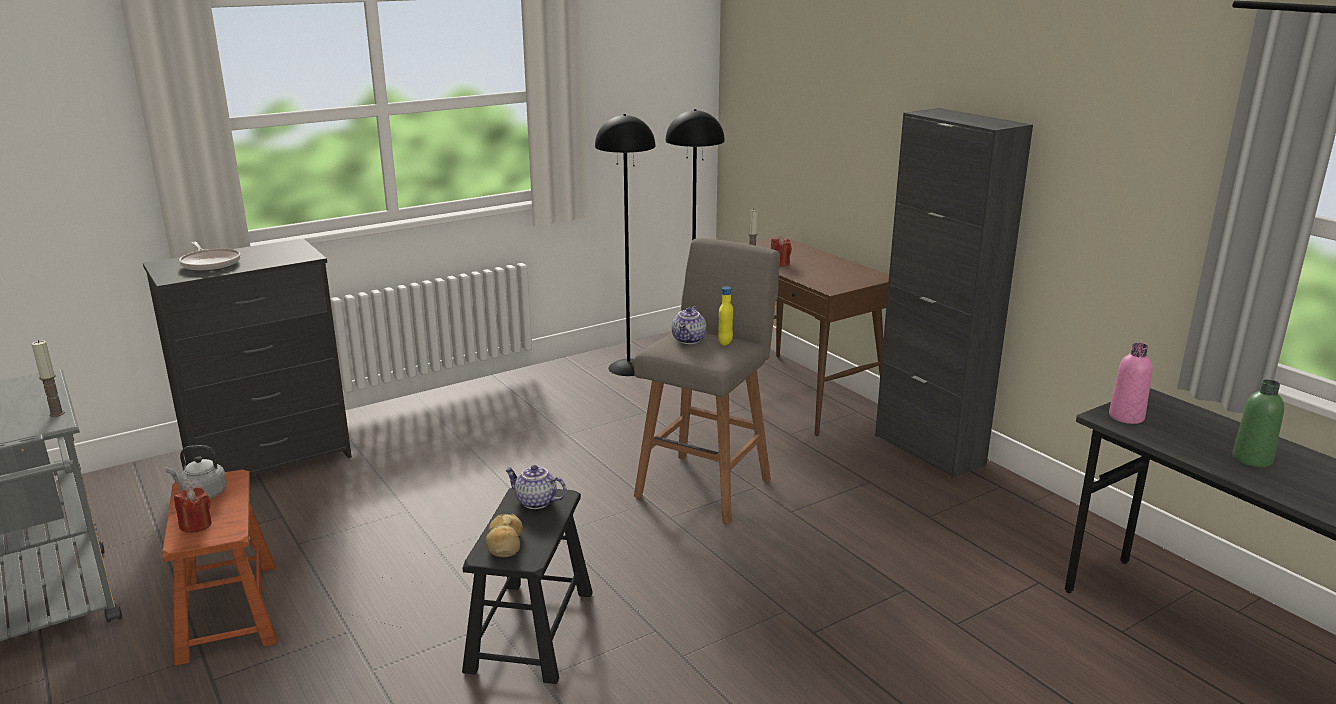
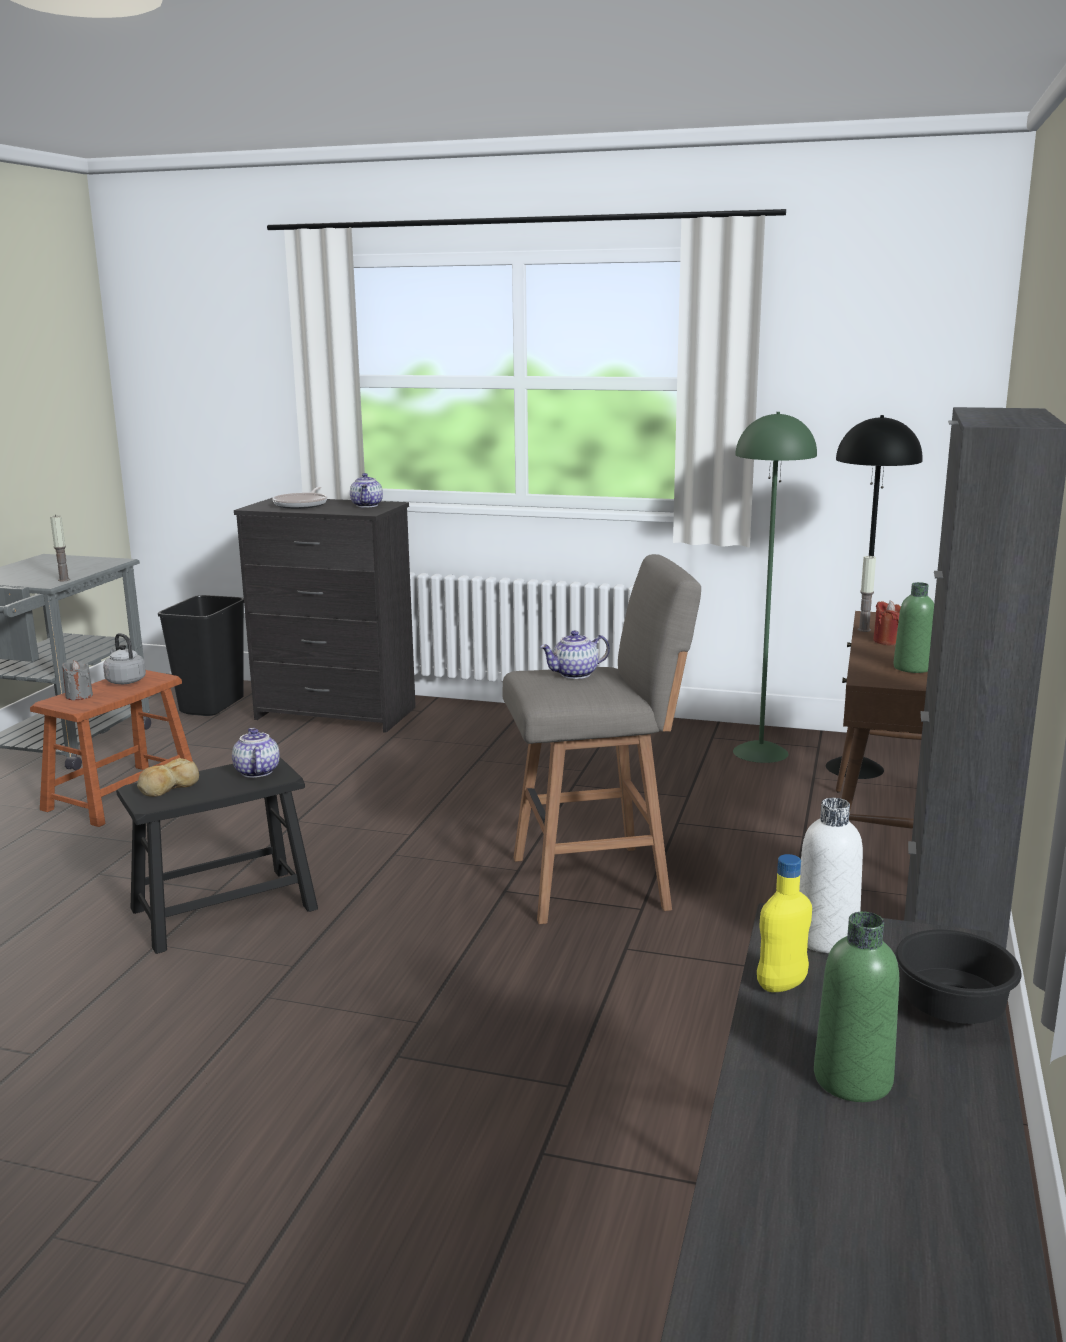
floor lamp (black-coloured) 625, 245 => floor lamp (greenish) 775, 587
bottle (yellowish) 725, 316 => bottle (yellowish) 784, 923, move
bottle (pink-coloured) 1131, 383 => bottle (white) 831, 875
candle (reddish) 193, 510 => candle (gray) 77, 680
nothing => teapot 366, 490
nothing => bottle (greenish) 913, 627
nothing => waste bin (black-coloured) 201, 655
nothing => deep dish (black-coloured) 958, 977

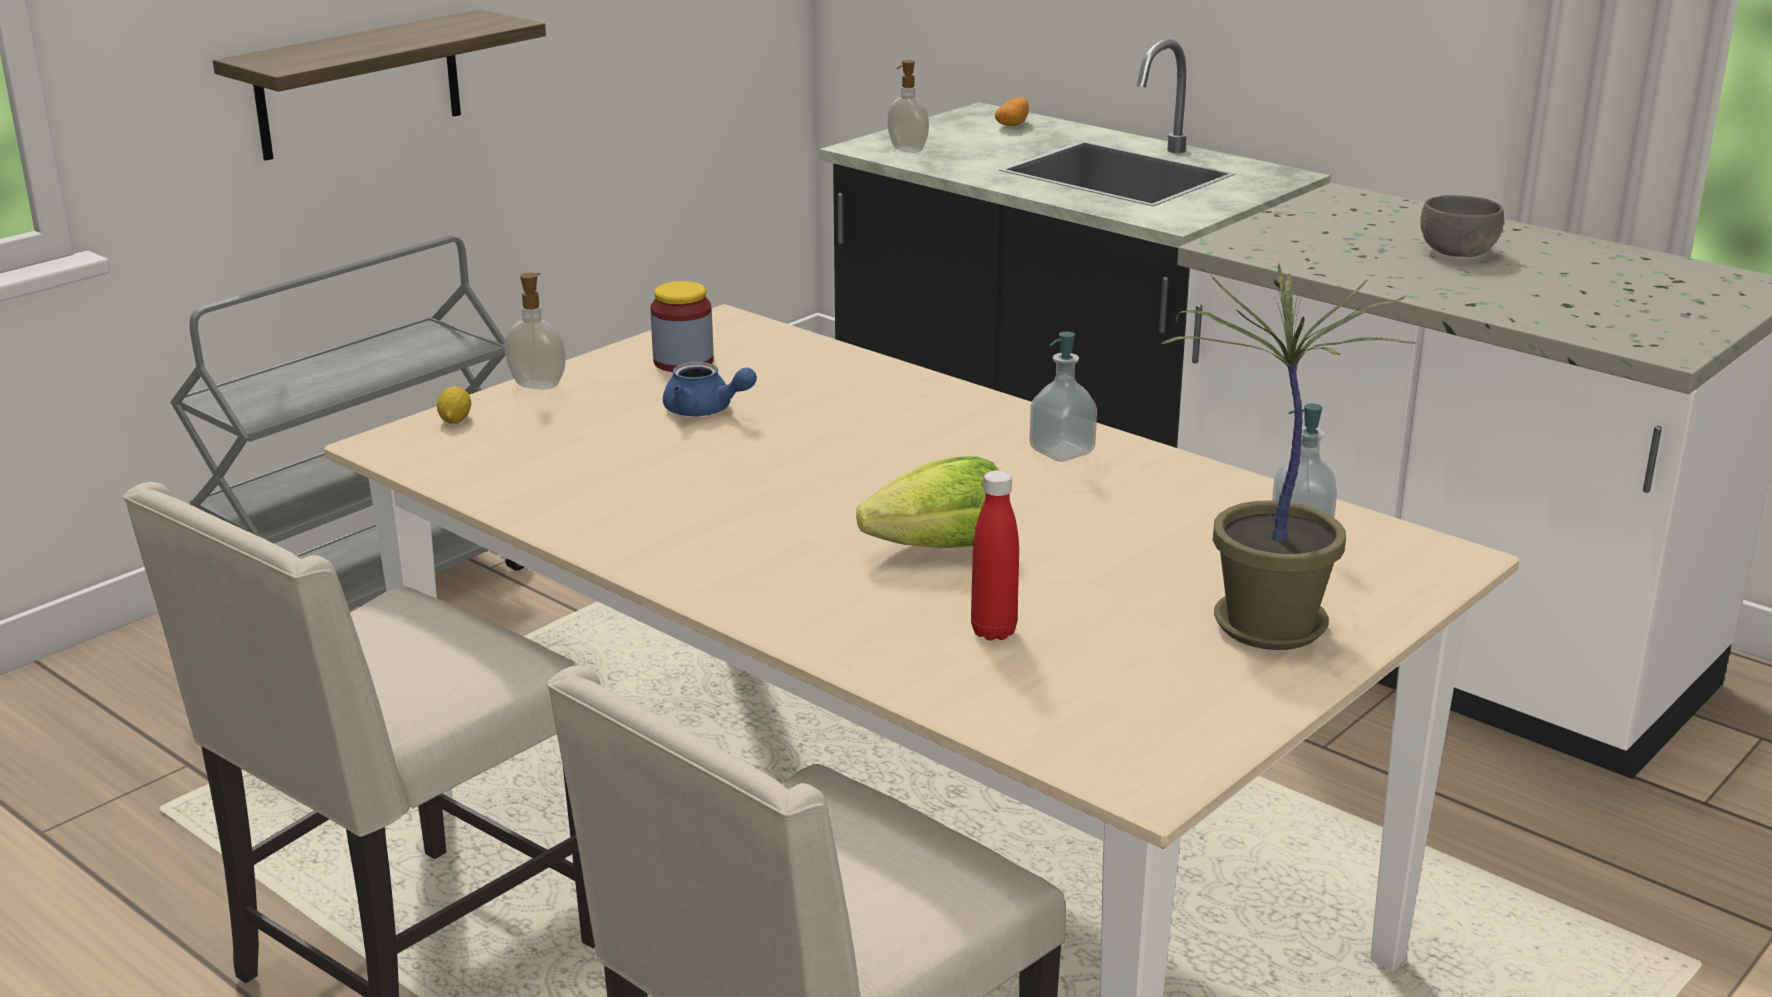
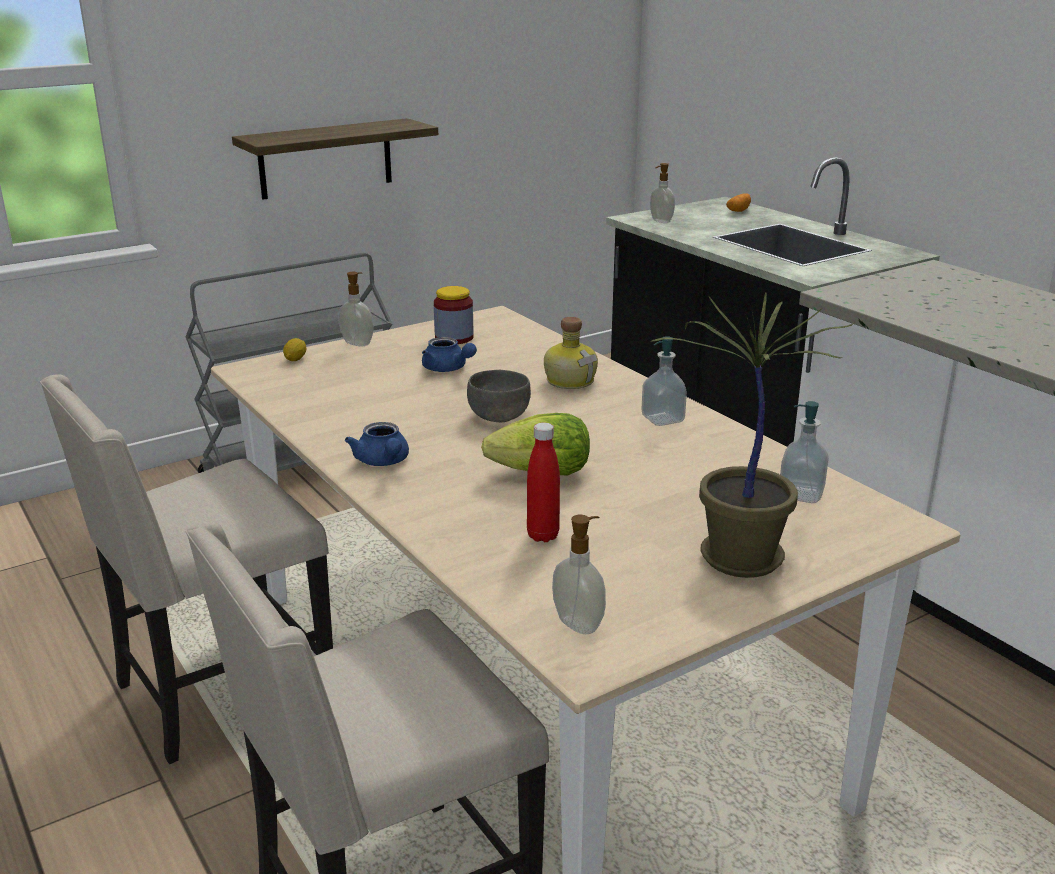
deep dish (gray) 1462, 226 => deep dish (gray) 499, 396, move
nothing => bottle 571, 353
nothing => teapot (blue) 377, 444
nothing => liquid soap bottle 579, 574

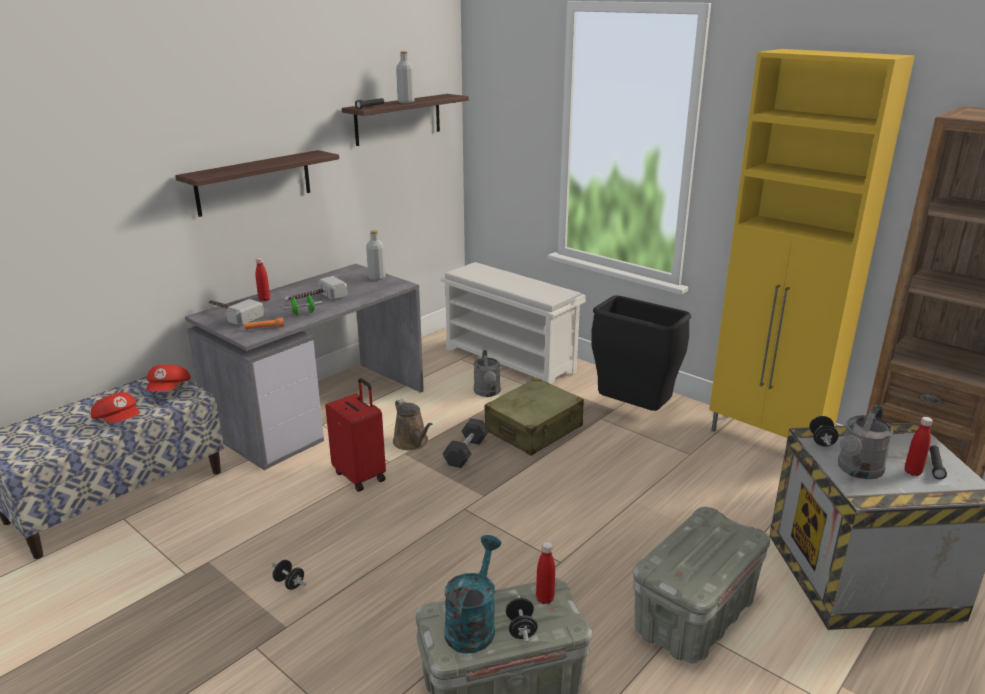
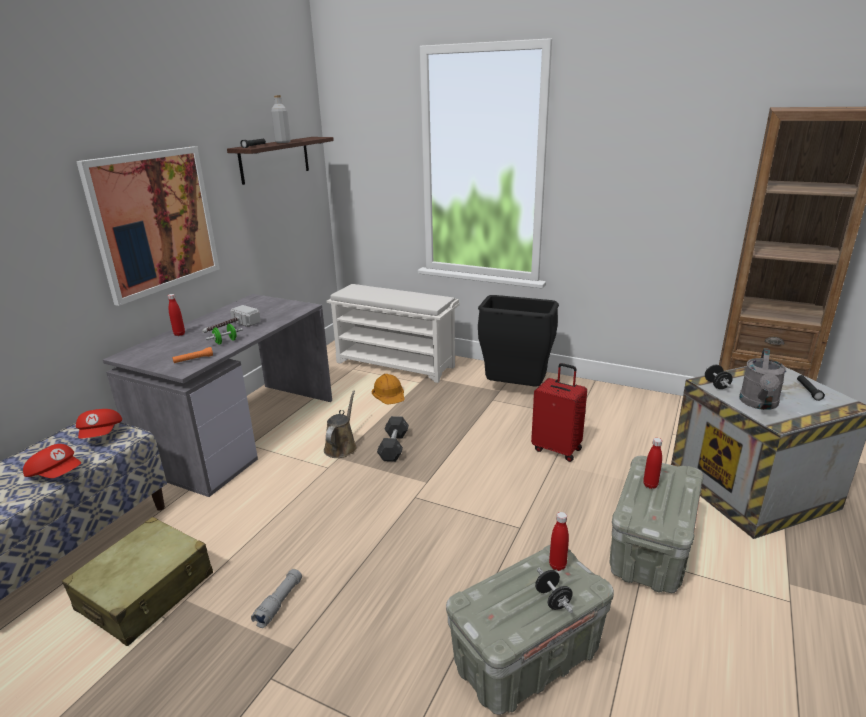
cupboard (yellowish) 812, 243 => nothing
bracket shelf 257, 183 => wall picture 148, 226
bottle (gray) 376, 255 => nothing
hand hammer 235, 312 => nothing
sprinkling can (gray) 487, 373 => work helmet (orange) 388, 389
travel case (reddish) 355, 435 => travel case (reddish) 559, 412, move
travel case (beige) 534, 417 => travel case (beige) 137, 581, move
sprinkling can (brown) 412, 424 => sprinkling can (brown) 340, 424, 120 degrees counterclockwise
bottle (reddish) 919, 446 => bottle (reddish) 652, 463, move
sprinkling can (blue-green) 473, 594 => nothing
free weight (black-coloured) 289, 575 => flashlight (gray) 276, 598

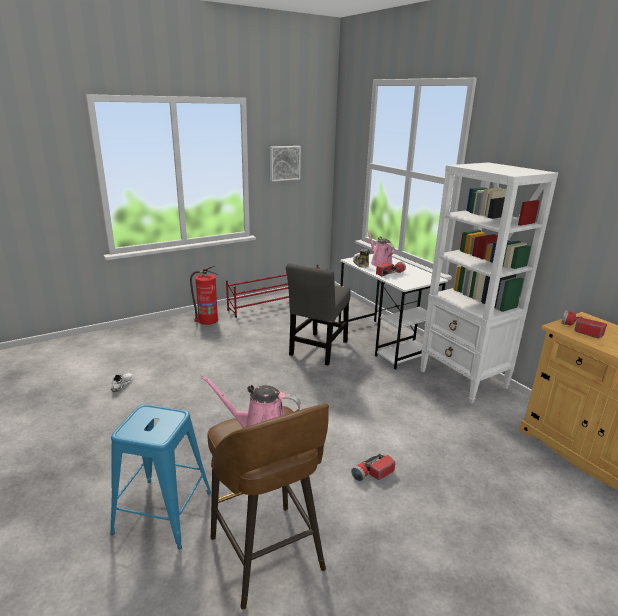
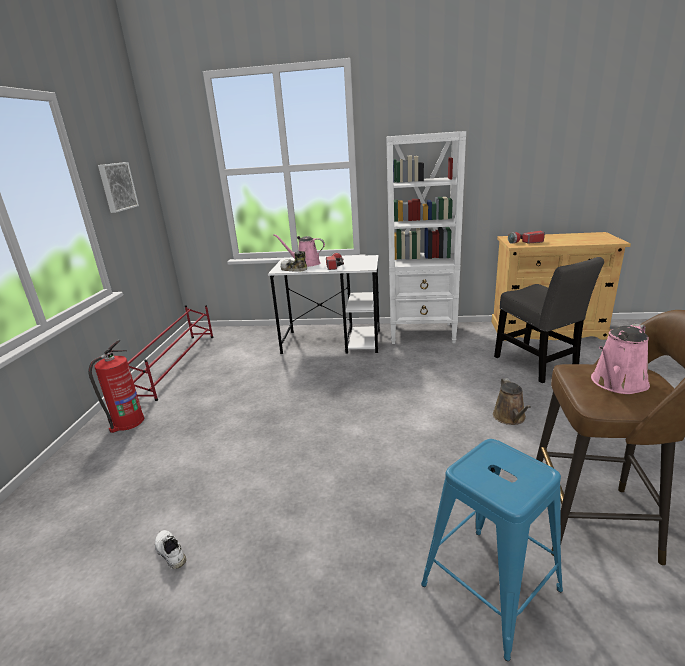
chair (gray) 318, 314 => chair (gray) 549, 320, move
flashlight 373, 467 => sprinkling can (brown) 512, 401

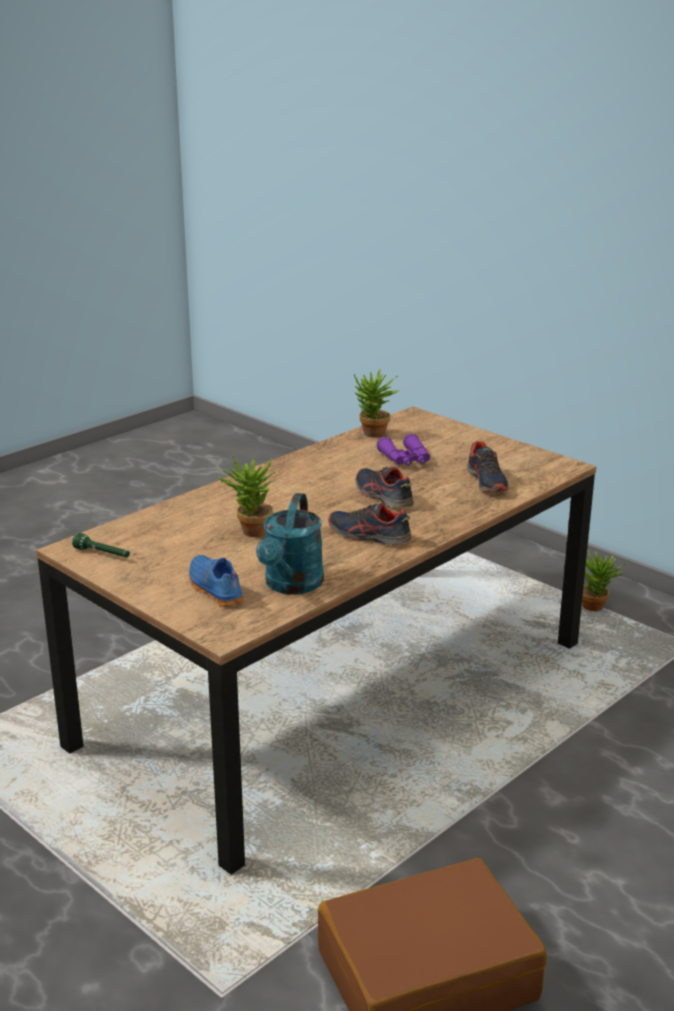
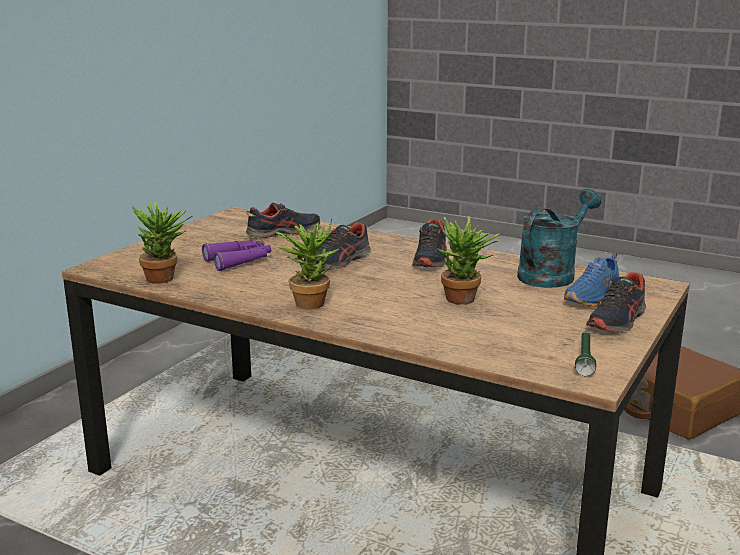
sprinkling can (blue-green) 290, 544 => sprinkling can (blue-green) 559, 238, 45 degrees counterclockwise
plant in a pot 604, 580 => plant in a pot 307, 264, move
nothing => item of footwear 616, 302

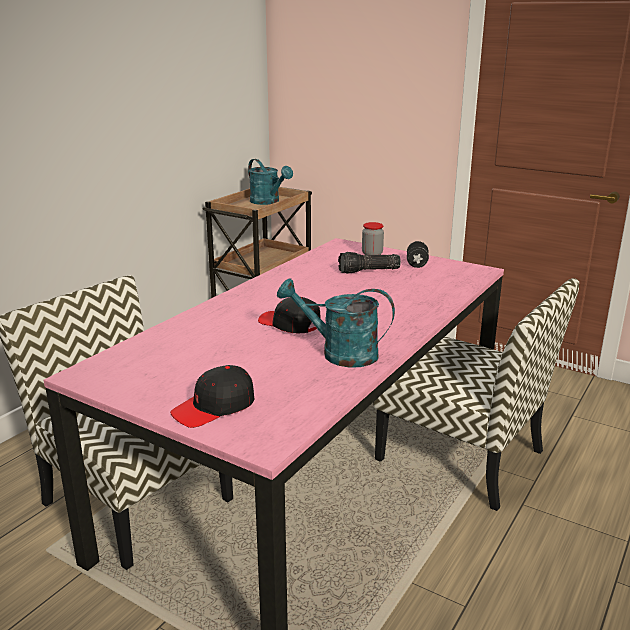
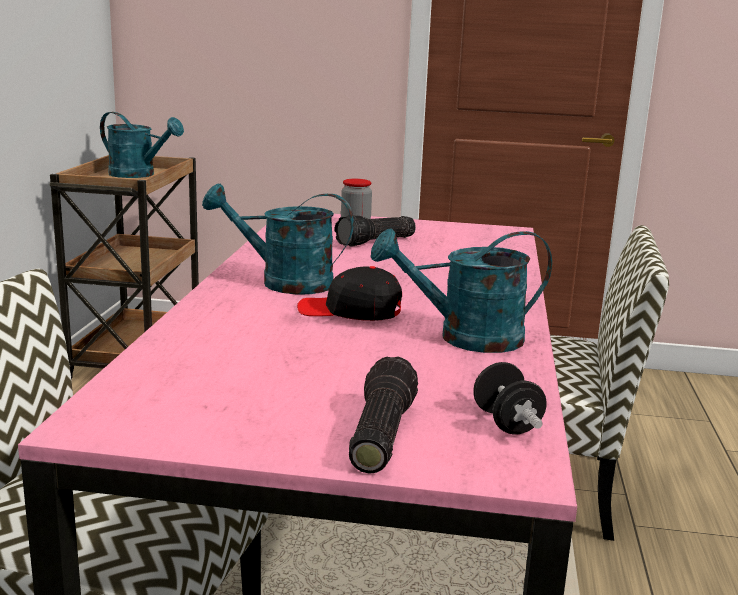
free weight (black-coloured) 418, 254 => free weight (black-coloured) 510, 398, move
baseball cap (black-coloured) 212, 396 => flashlight 383, 415
nothing => sprinkling can (blue-green) 278, 238

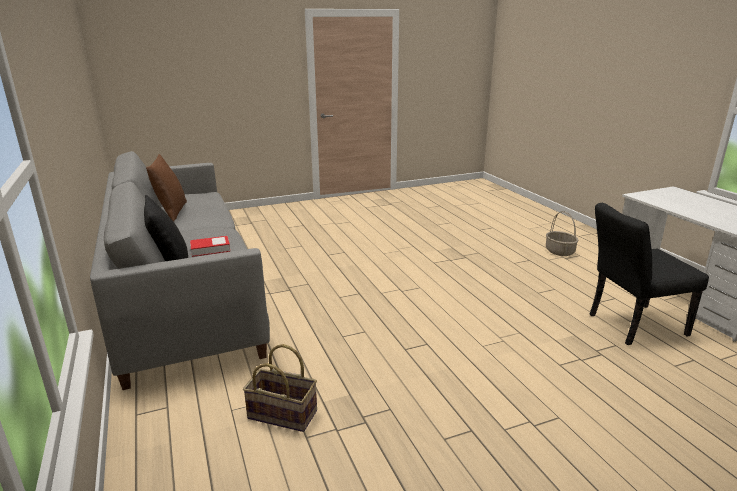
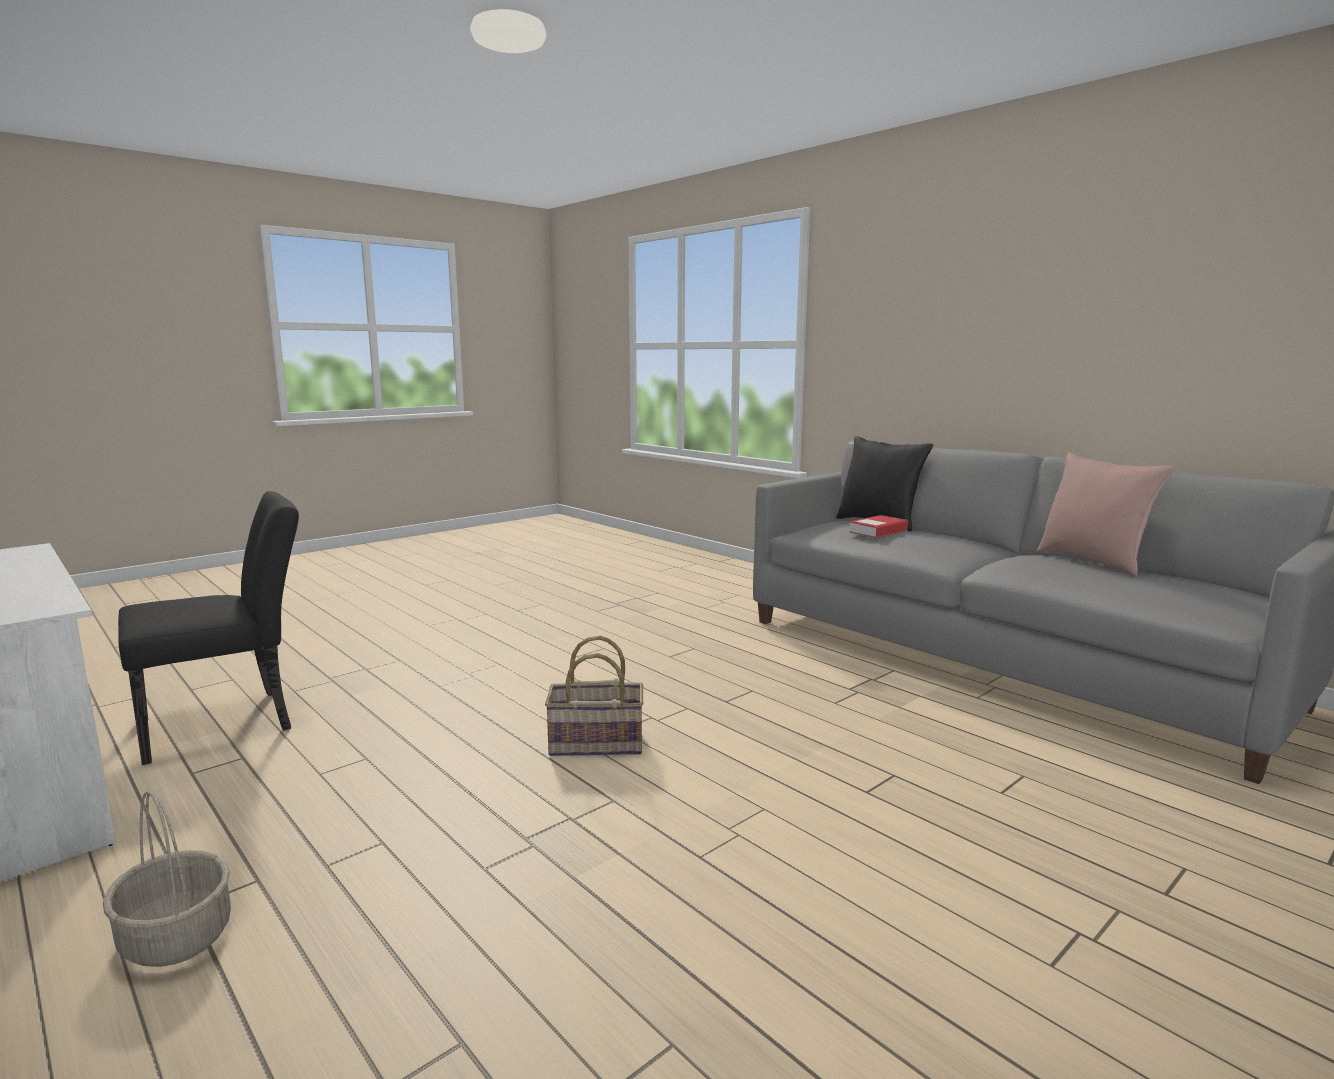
pillow (brown) 166, 188 => pillow (pink-coloured) 1106, 514
basket 280, 388 => basket 594, 696, move

